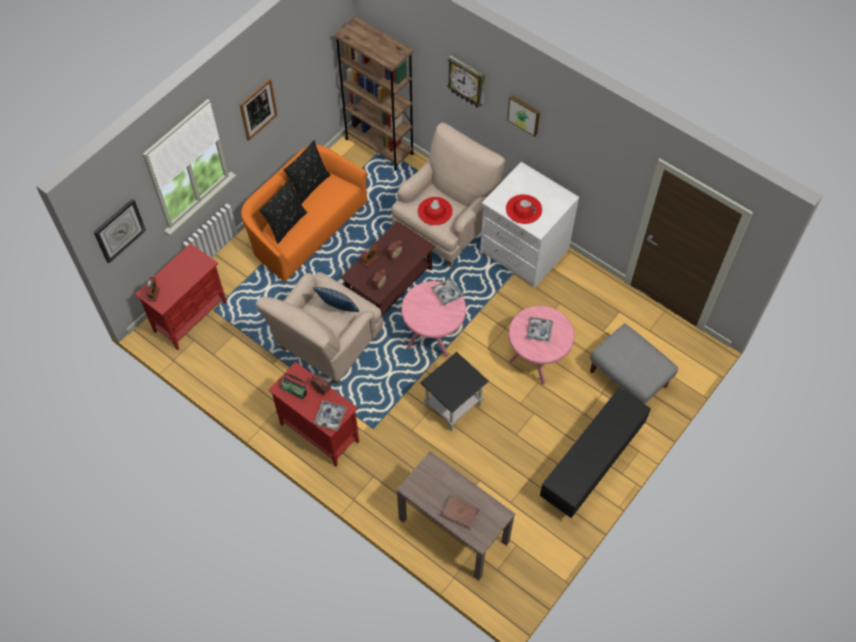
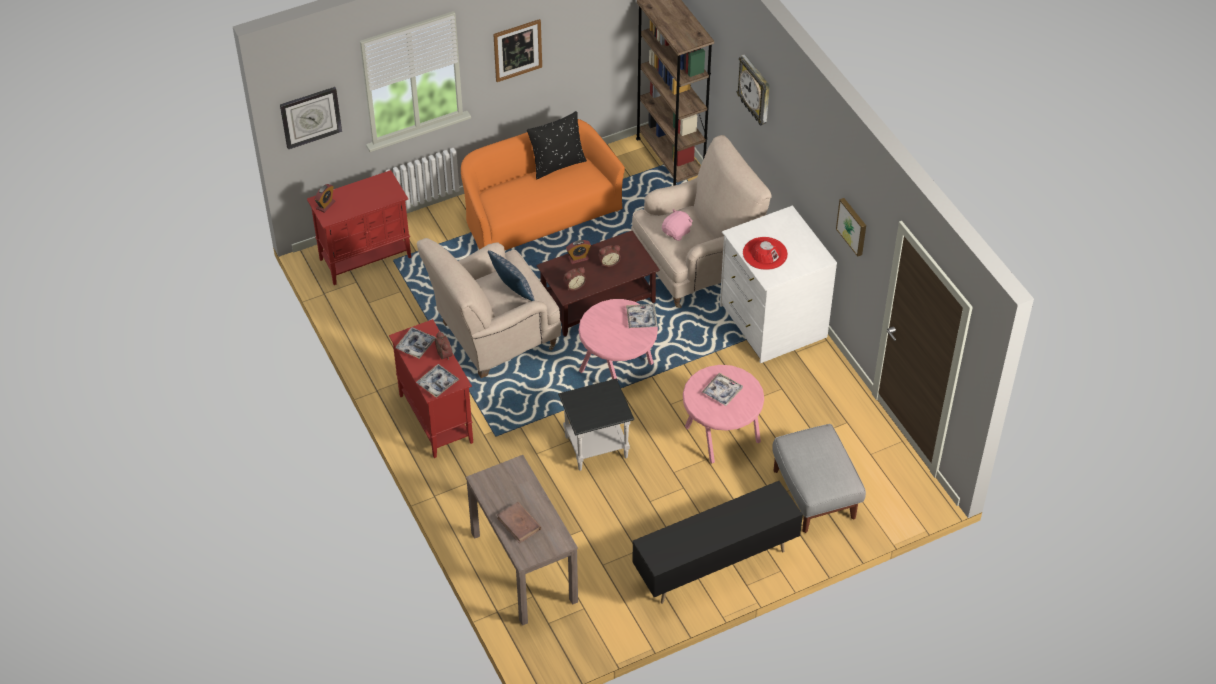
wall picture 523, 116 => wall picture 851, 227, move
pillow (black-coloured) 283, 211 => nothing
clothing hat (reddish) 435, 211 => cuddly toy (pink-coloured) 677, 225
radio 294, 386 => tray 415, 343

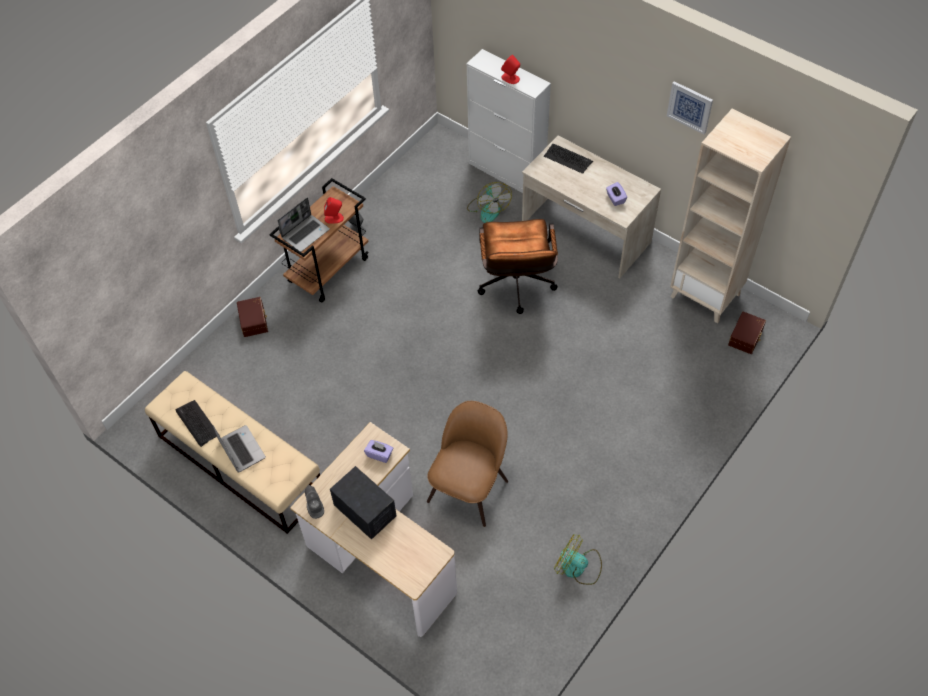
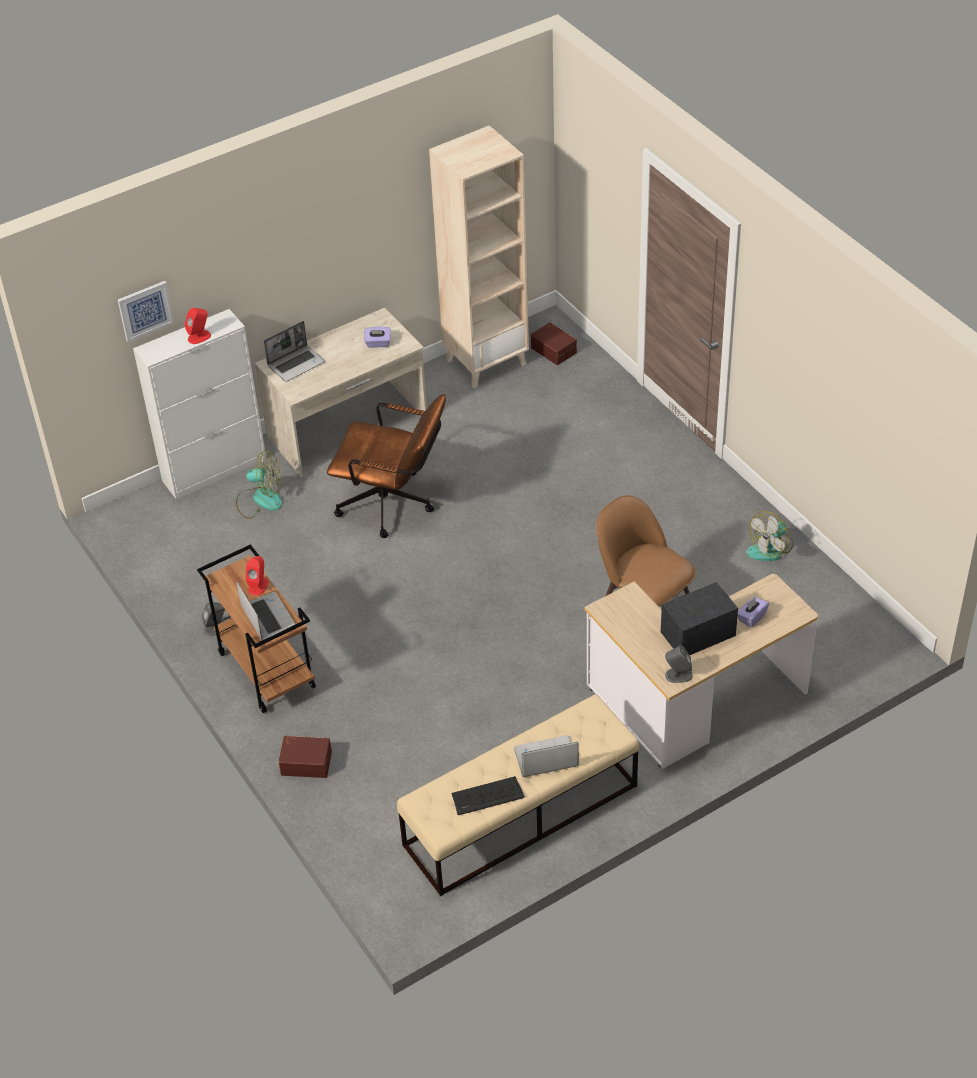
wall picture 690, 107 => wall picture 146, 311, move
computer keyboard 568, 158 => laptop 294, 351
box of tissues (purple-coloured) 378, 451 => box of tissues (purple-coloured) 753, 612, move

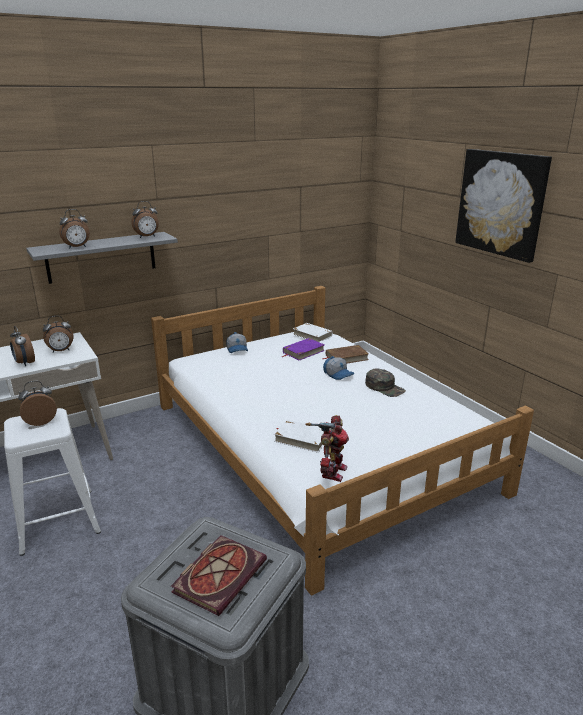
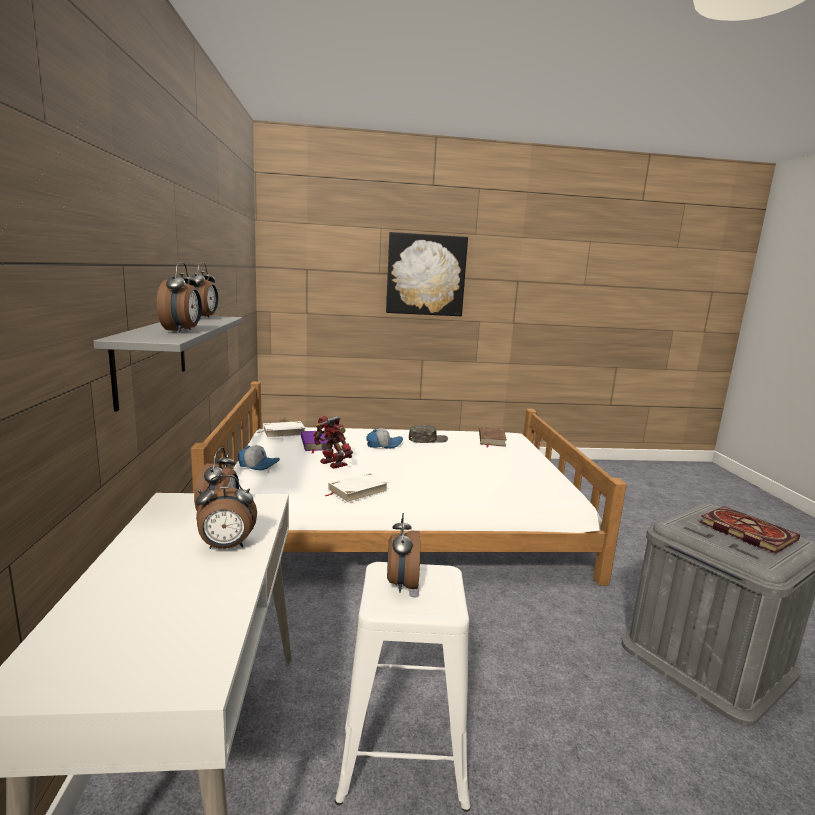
volume (brown) 345, 354 => volume (brown) 493, 437, move
robot figure 327, 448 => robot figure 333, 442, move
volume (white) 299, 436 => volume (white) 356, 487, move

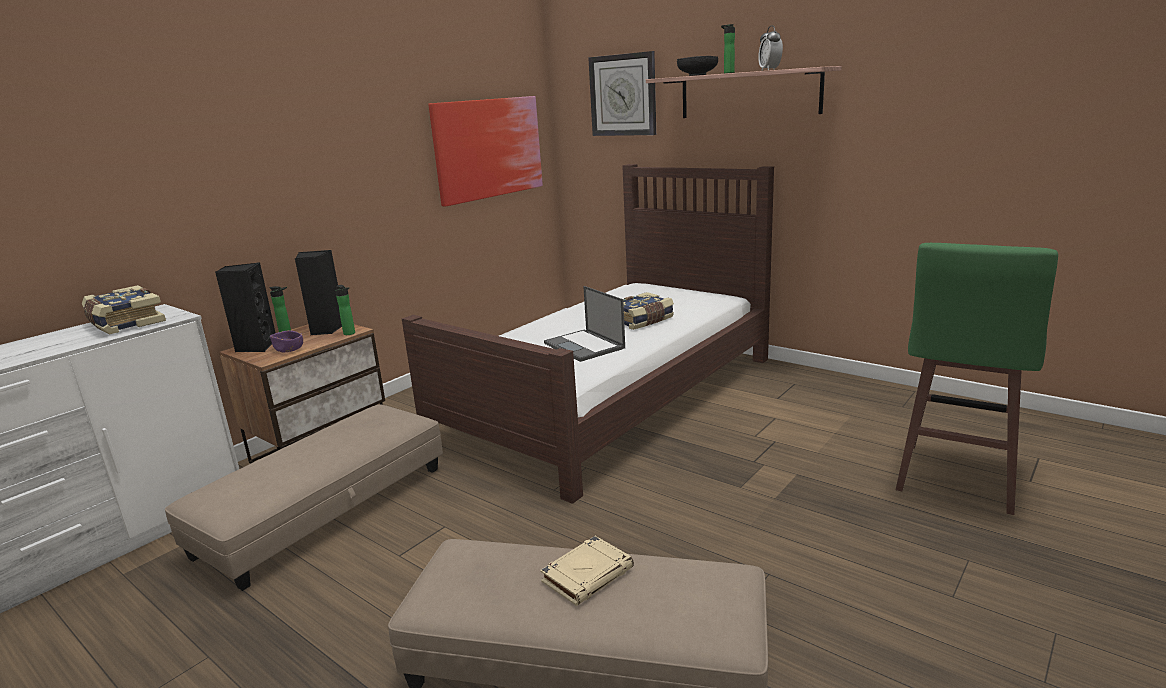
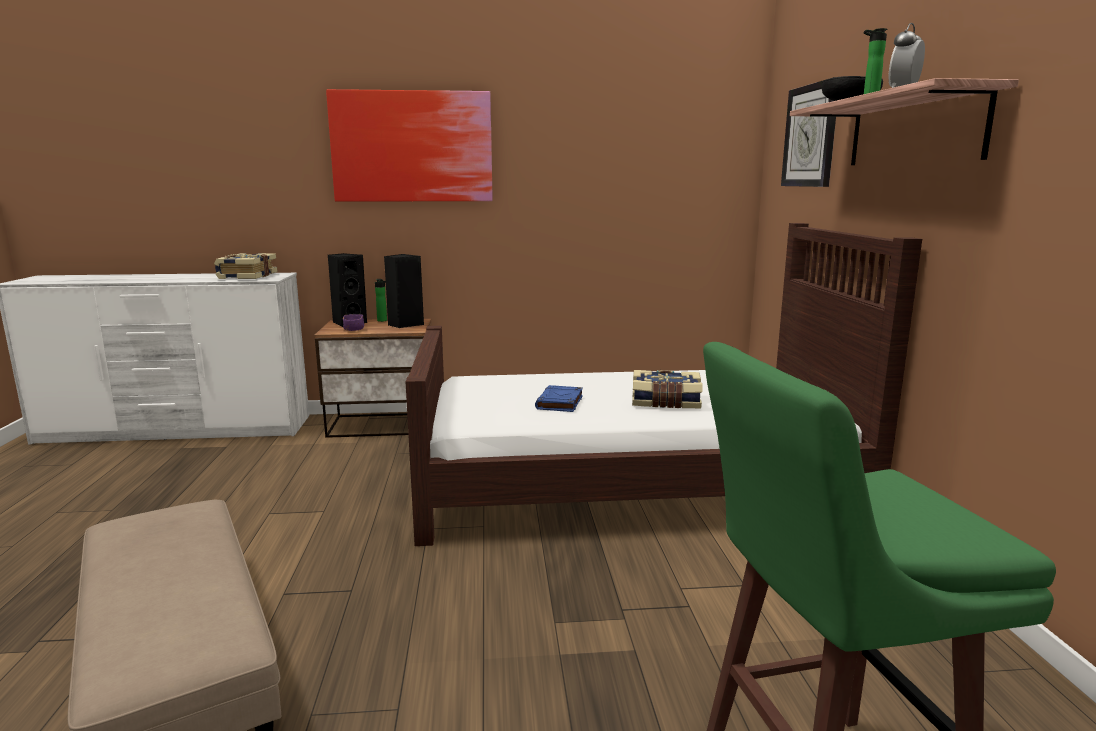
wall picture 485, 151 => wall picture 409, 145, move
bottle 345, 310 => nothing
laptop 584, 324 => volume (blue) 559, 398
footrest (beige) 304, 498 => nothing
volume (beige) 587, 571 => nothing

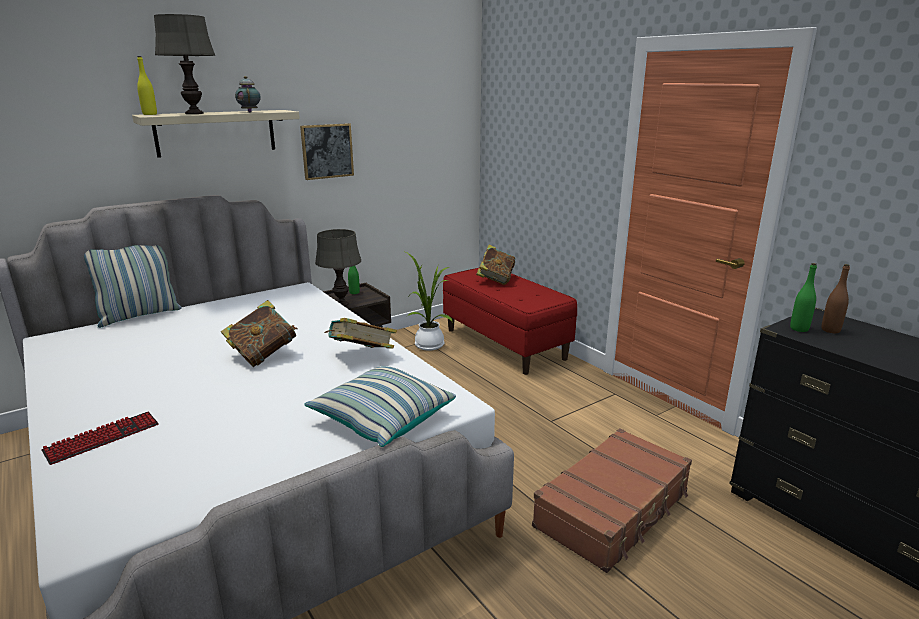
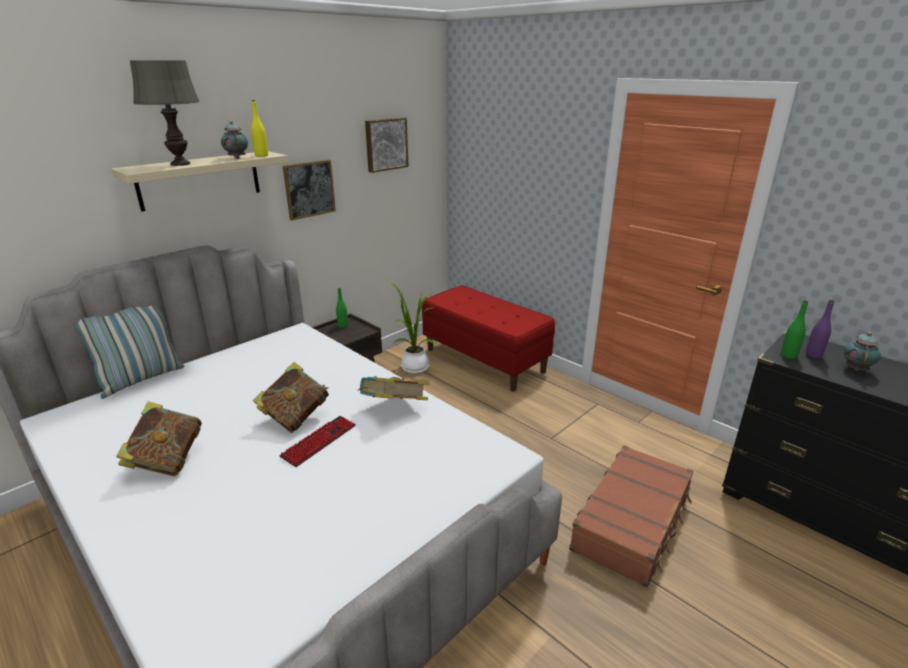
bottle (yellowish) 147, 85 => bottle (yellowish) 259, 128, move
table lamp (gray) 338, 267 => nothing
volume 495, 265 => volume 159, 438, move
bottle (brown) 835, 298 => bottle (purple-coloured) 820, 329
pillow 380, 406 => nothing
computer keyboard 100, 438 => computer keyboard 317, 441, move
nothing => wall picture 387, 145
nothing => teapot 862, 351

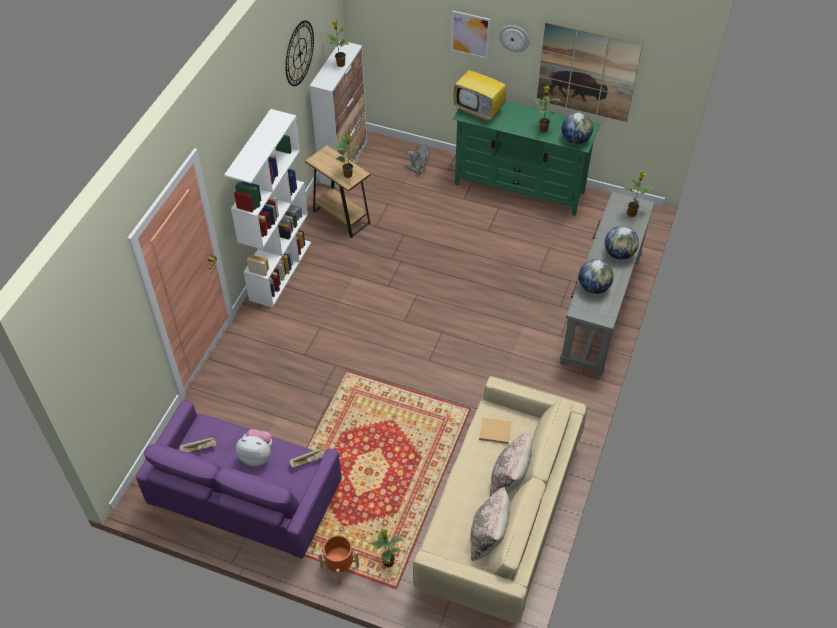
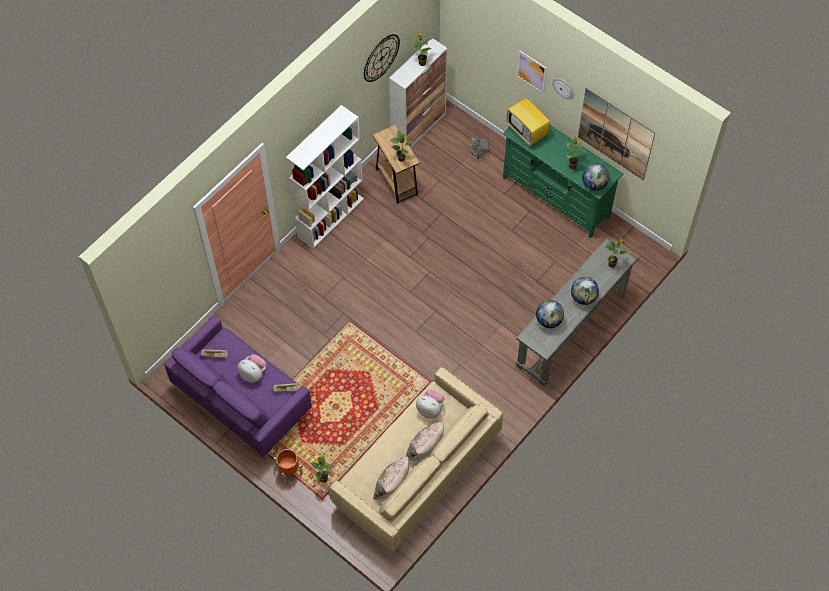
volume (beige) 495, 431 => cuddly toy 430, 404

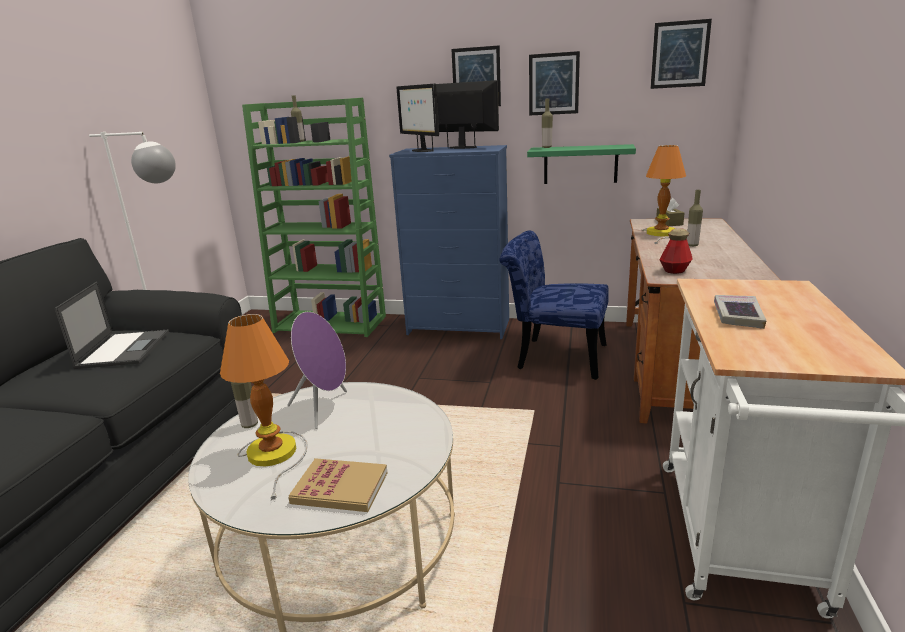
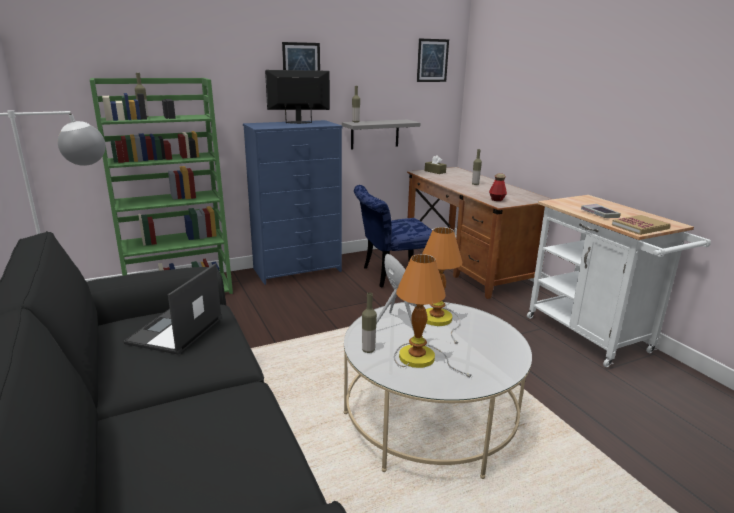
wall picture 554, 83 => nothing
monitor 417, 118 => nothing
bracket shelf (greenish) 581, 164 => bracket shelf (gray) 381, 134
table lamp 664, 194 => table lamp 442, 285, move
laptop 111, 325 => laptop 172, 309, 120 degrees counterclockwise
volume 337, 485 => volume 641, 225, move

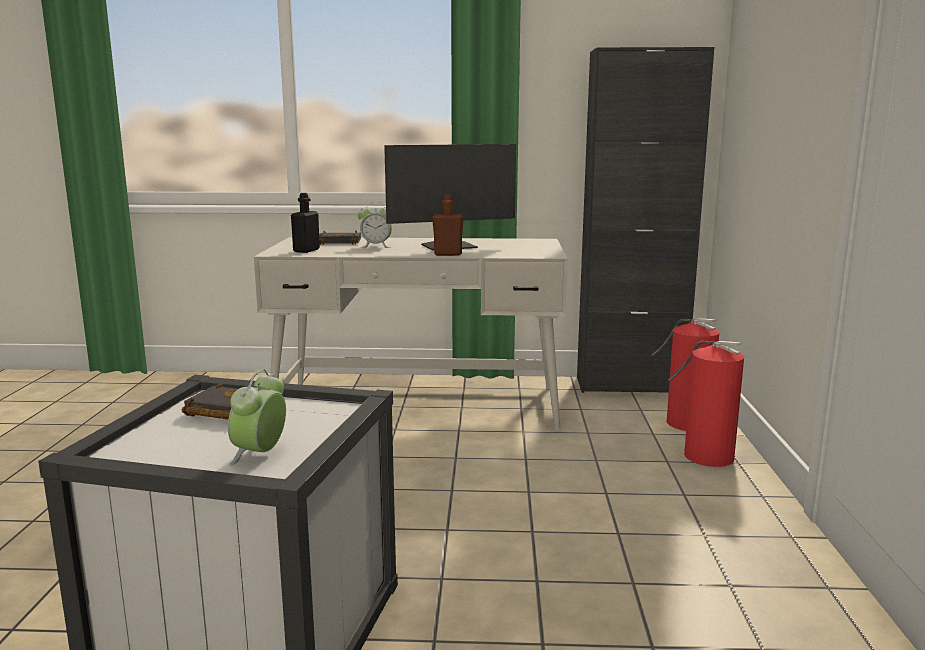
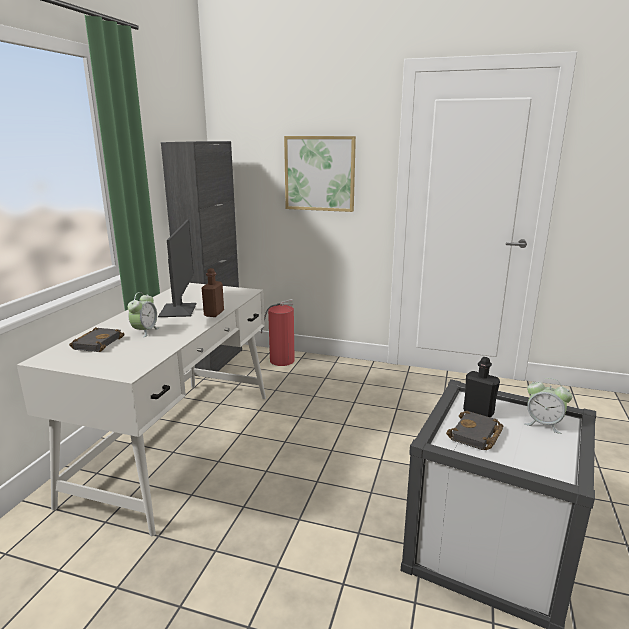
bottle (black-coloured) 305, 223 => bottle (black-coloured) 481, 387, move
fire extinguisher 706, 404 => nothing
nothing => wall picture 320, 174

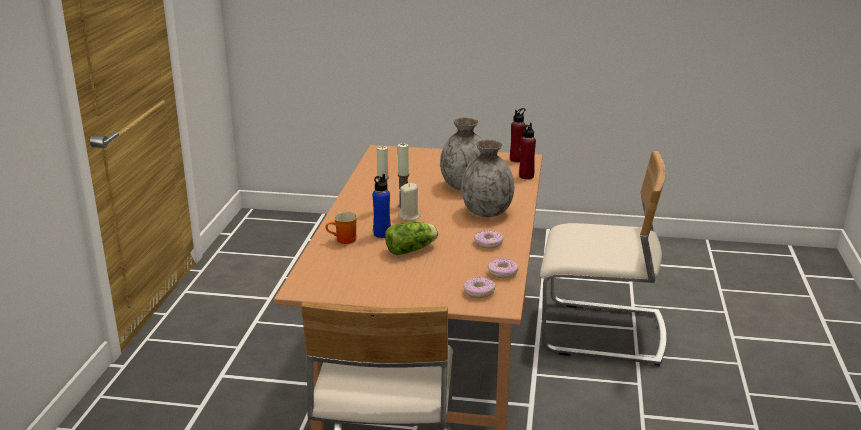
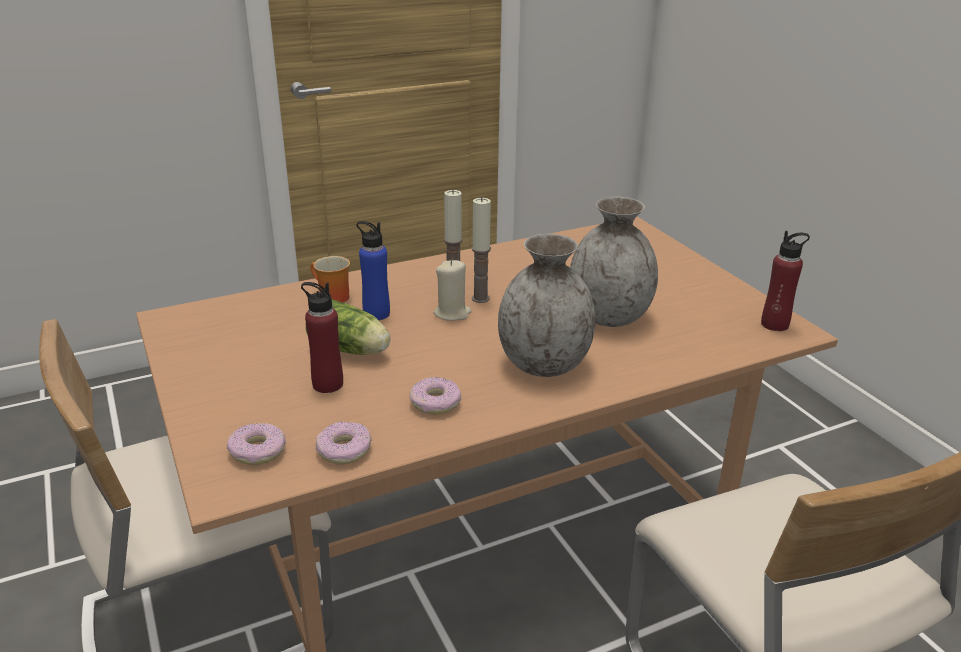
bottle (reddish) 527, 151 => bottle (reddish) 322, 337, move

